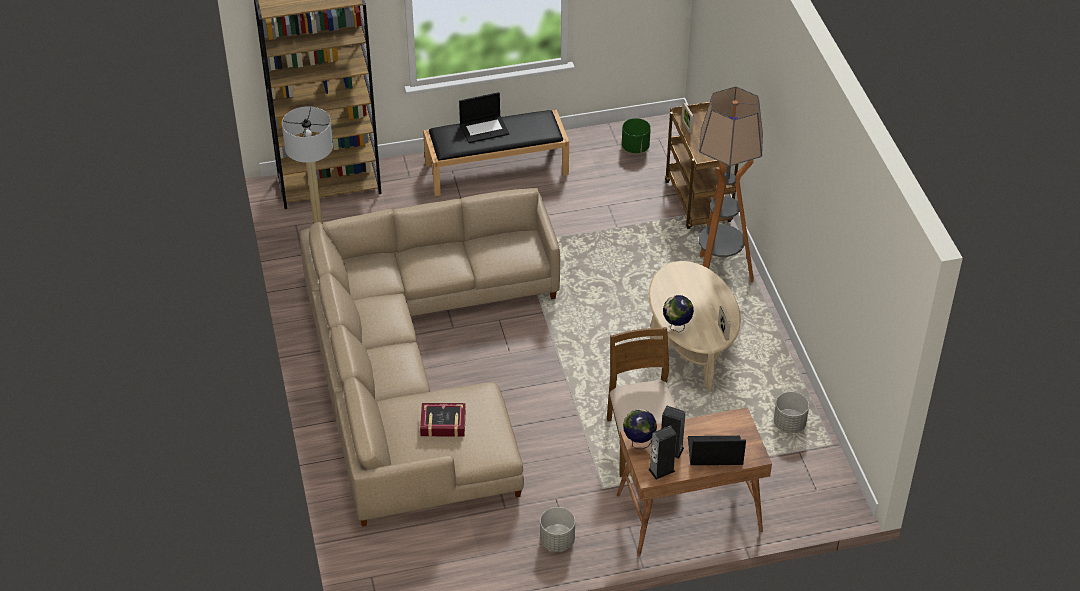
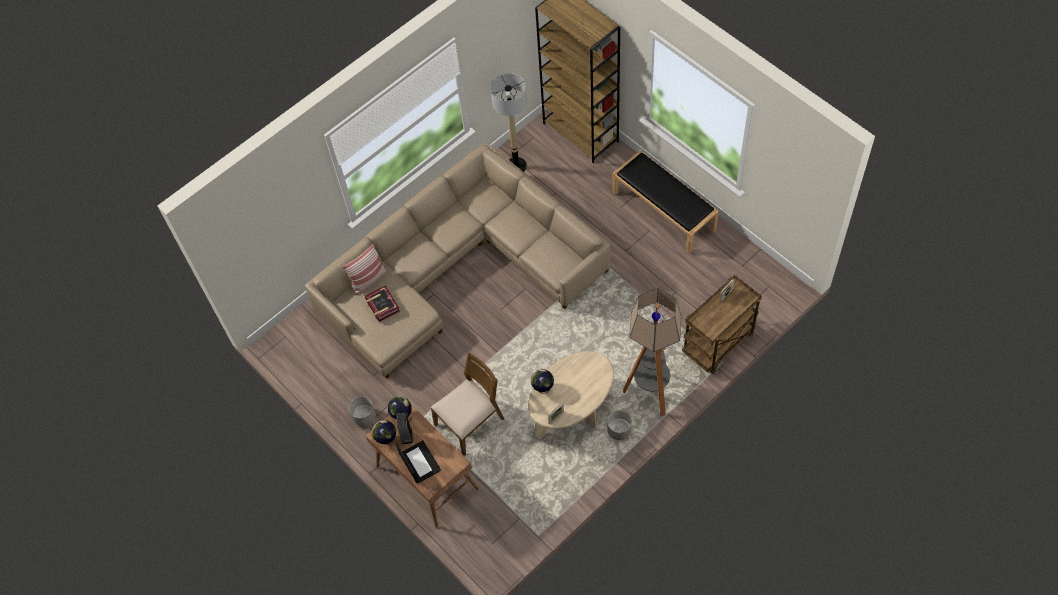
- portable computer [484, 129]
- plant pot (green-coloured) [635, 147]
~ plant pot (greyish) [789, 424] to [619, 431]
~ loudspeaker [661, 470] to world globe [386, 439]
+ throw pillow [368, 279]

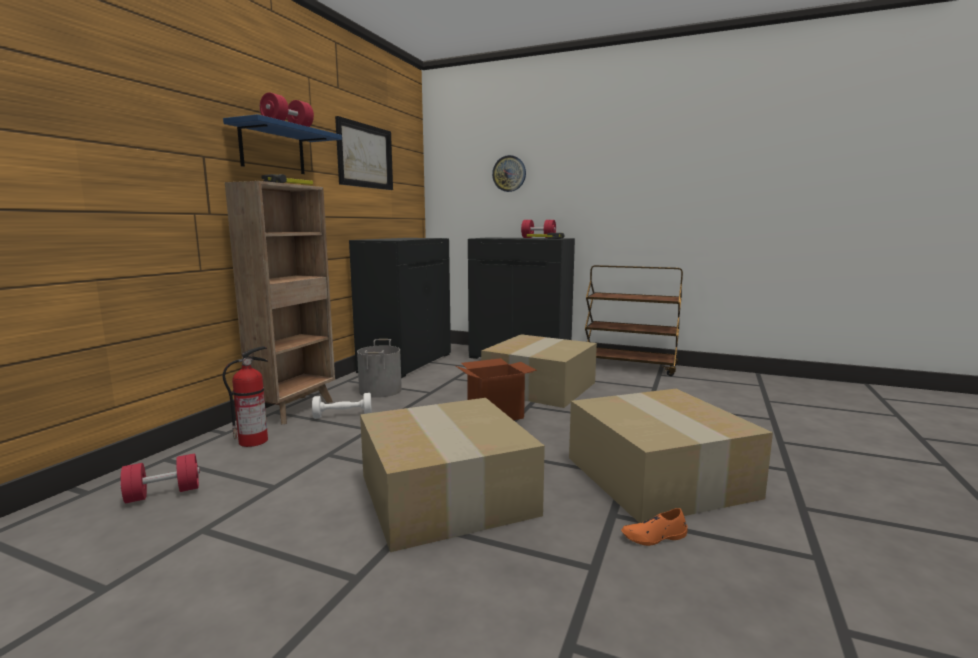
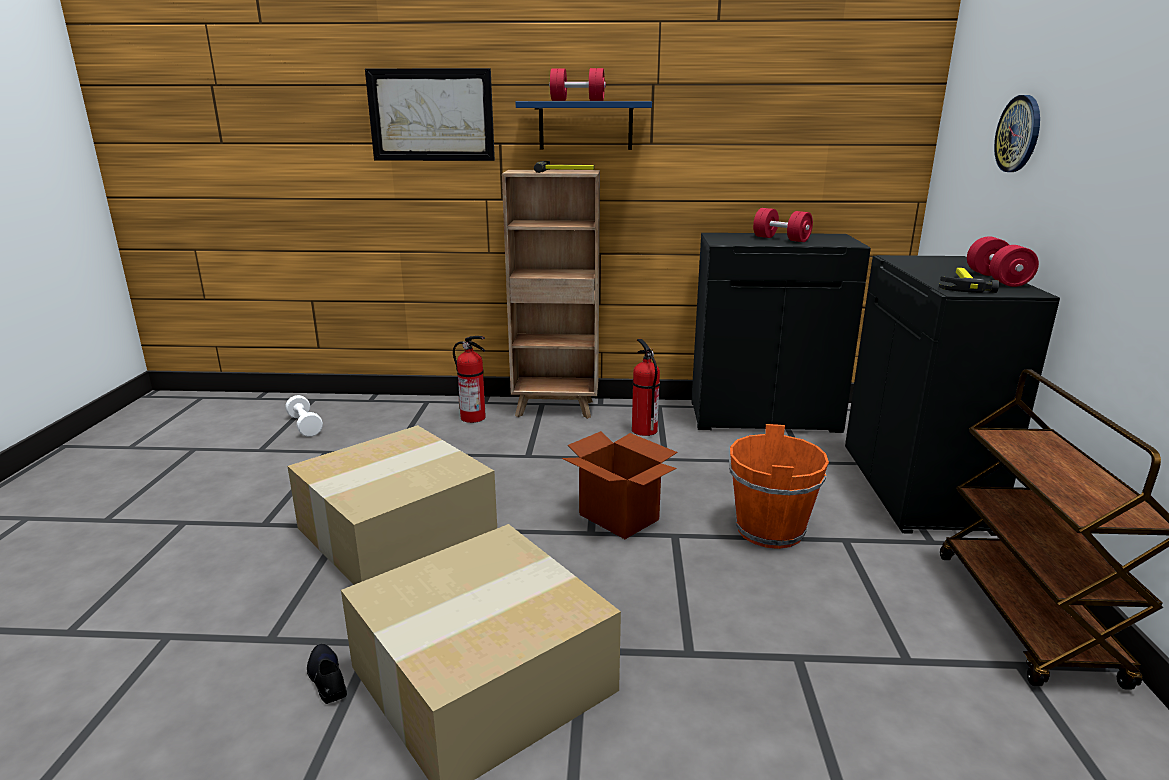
~ wall picture [365, 156] to [431, 115]
~ carton [539, 387] to water bucket (orange) [770, 530]
~ water bucket (greyish) [379, 390] to extinguisher [643, 430]
~ free weight (whitish) [343, 415] to [305, 426]
~ free weight (reddish) [163, 493] to [781, 239]
~ shoe (orange) [654, 536] to shoe (black) [327, 678]

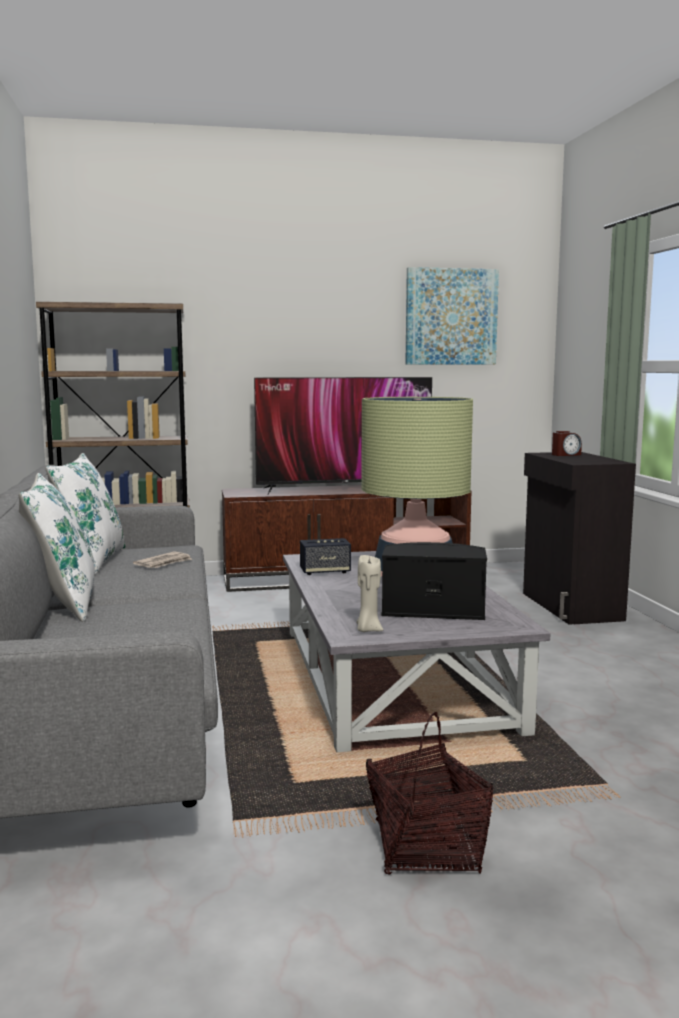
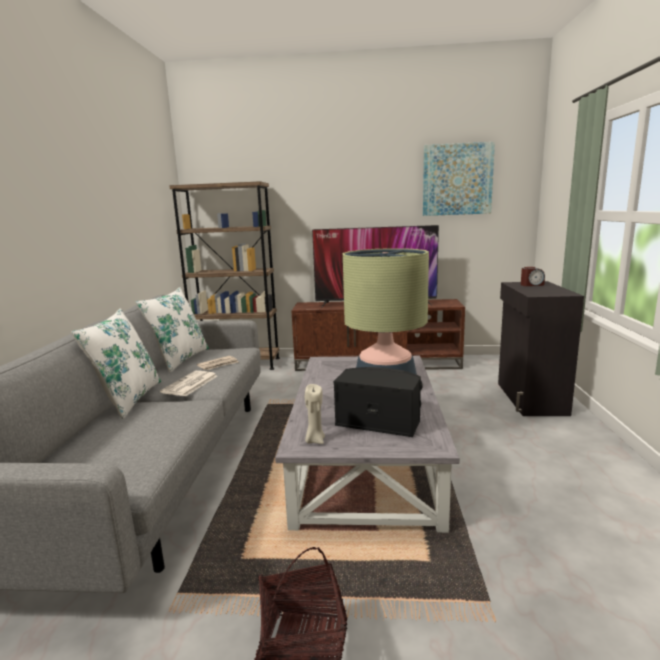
- loudspeaker [325, 572]
+ newspaper [190, 384]

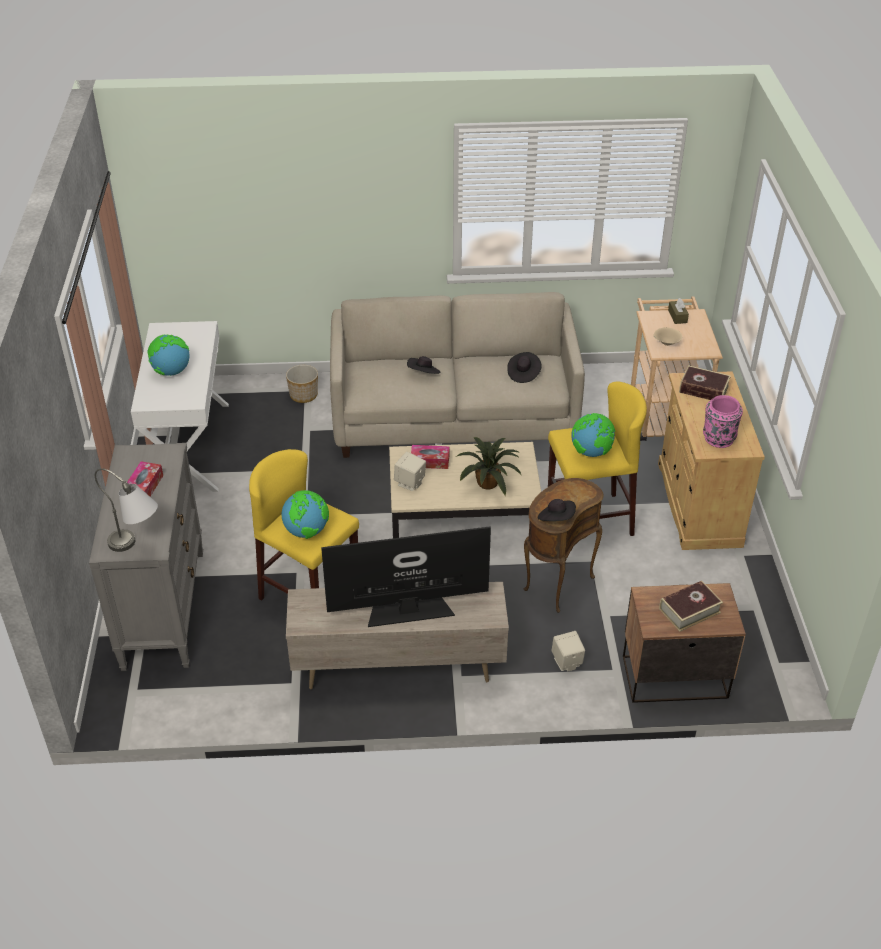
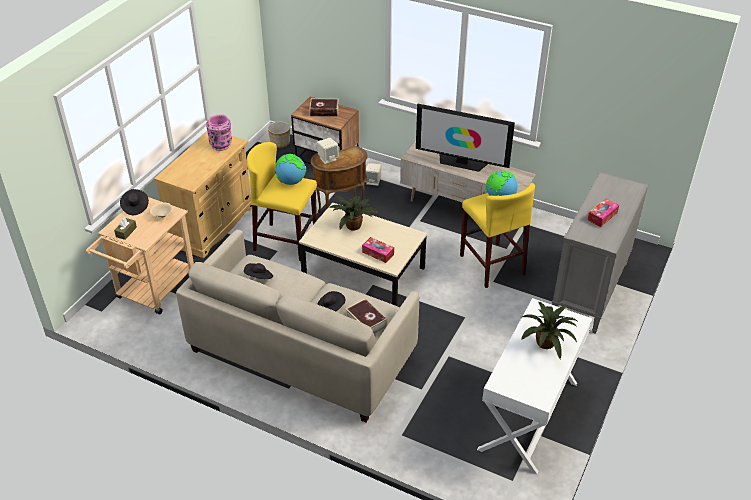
~ world globe [171, 372] to houseplant [546, 344]
~ plant pot [304, 395] to [280, 143]
~ bound book [703, 389] to [366, 321]
~ loudspeaker (sand-coloured) [410, 483] to [328, 159]
- table lamp (greyish) [137, 547]
~ wearable hat (black) [556, 519] to [135, 207]

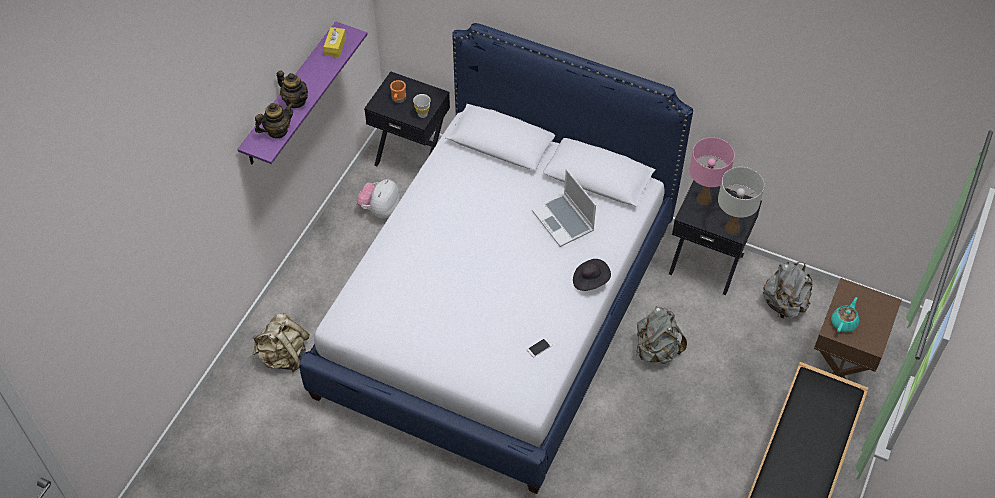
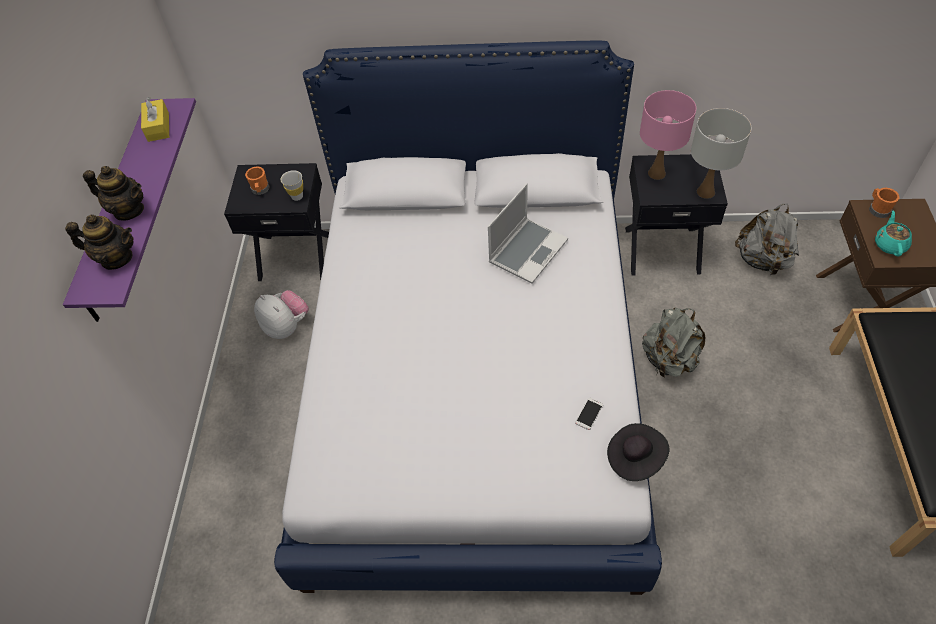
~ pot for tea [277, 131] = [116, 258] 60 degrees clockwise
~ portable computer [564, 221] = [527, 250] 90 degrees counterclockwise
~ plush toy [380, 210] = [286, 326] 135 degrees clockwise
~ wearable hat (black) [590, 280] to [634, 458]
- knapsack (sand-coloured) [284, 356]
+ mug (orange) [877, 209]

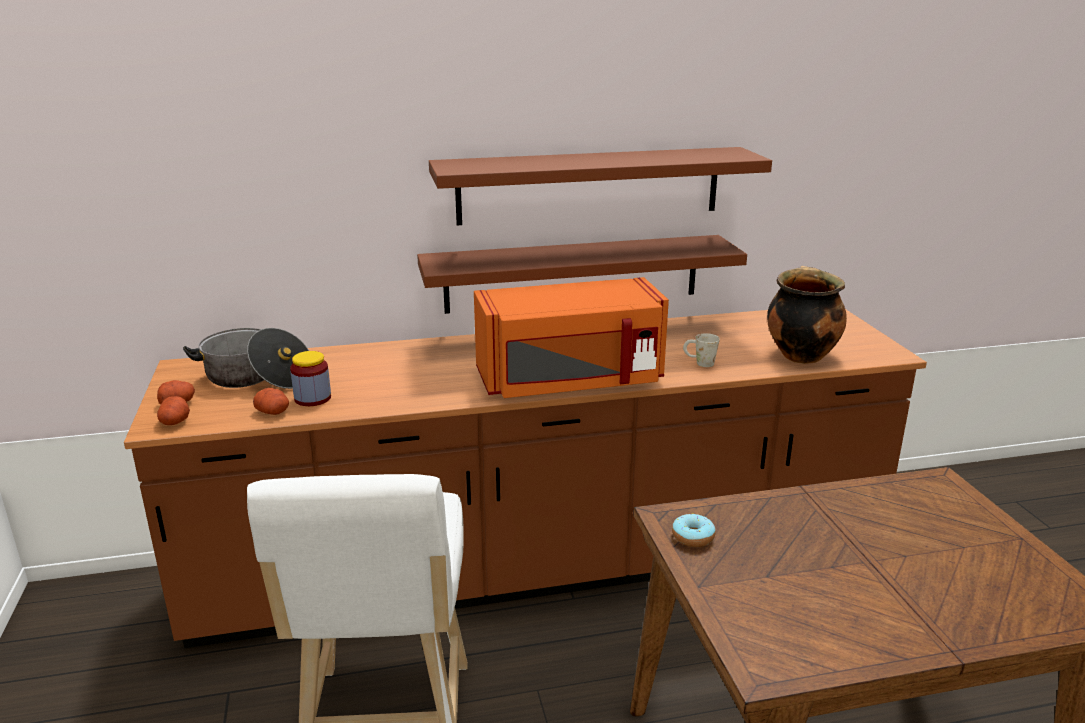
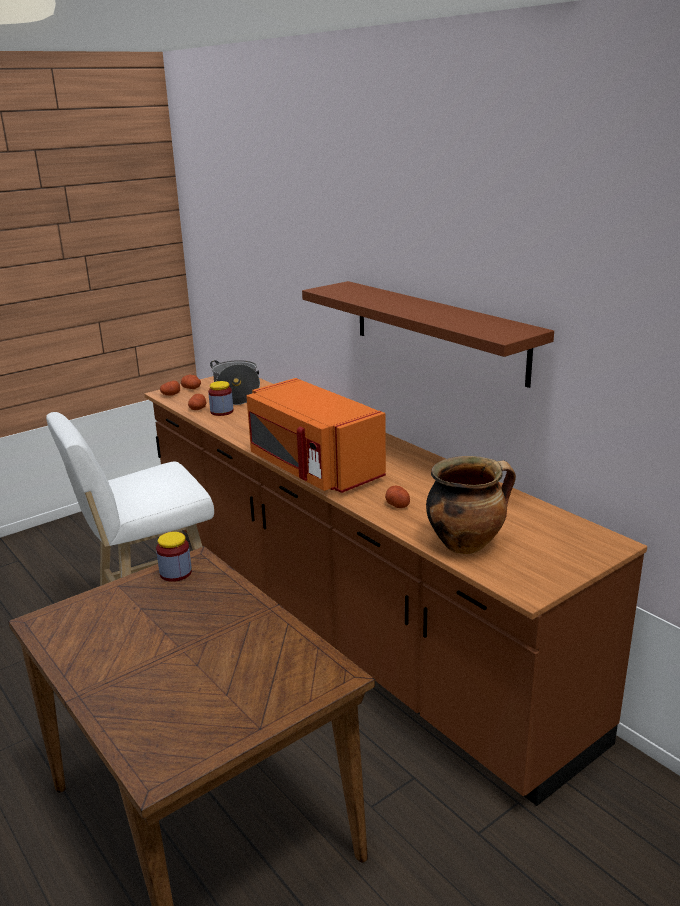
- bracket shelf (brownish) [572, 273]
~ mug (whitish) [699, 363] to potato [397, 504]
~ donut [693, 537] to preserve jar [175, 573]

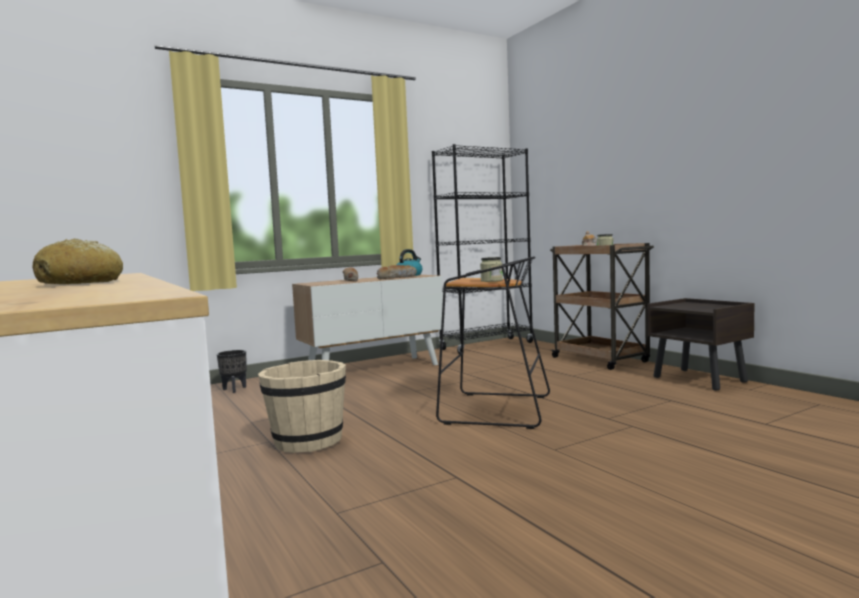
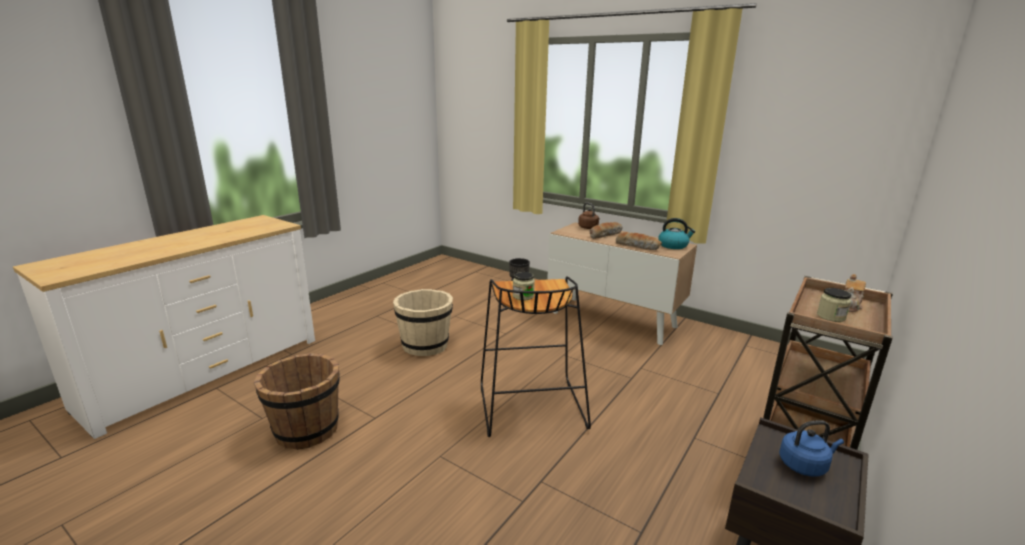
- shelving unit (black) [487, 346]
- bread [81, 283]
+ kettle (brownish) [589, 228]
+ water bucket (brownish) [306, 430]
+ kettle (blue) [804, 465]

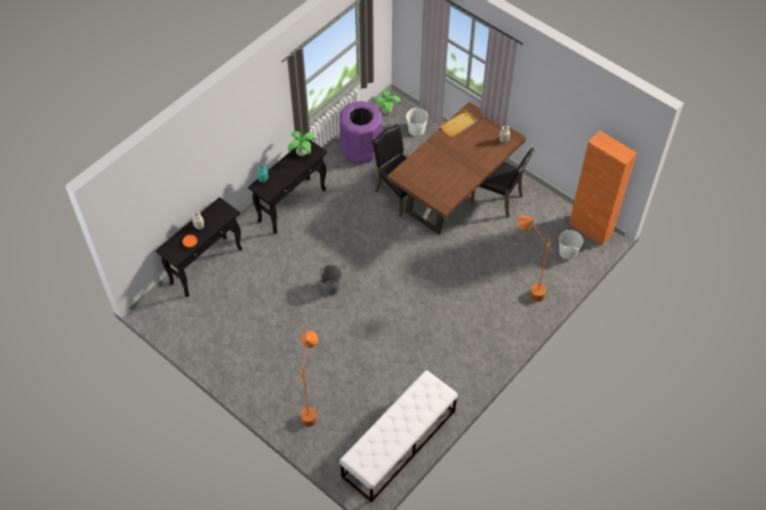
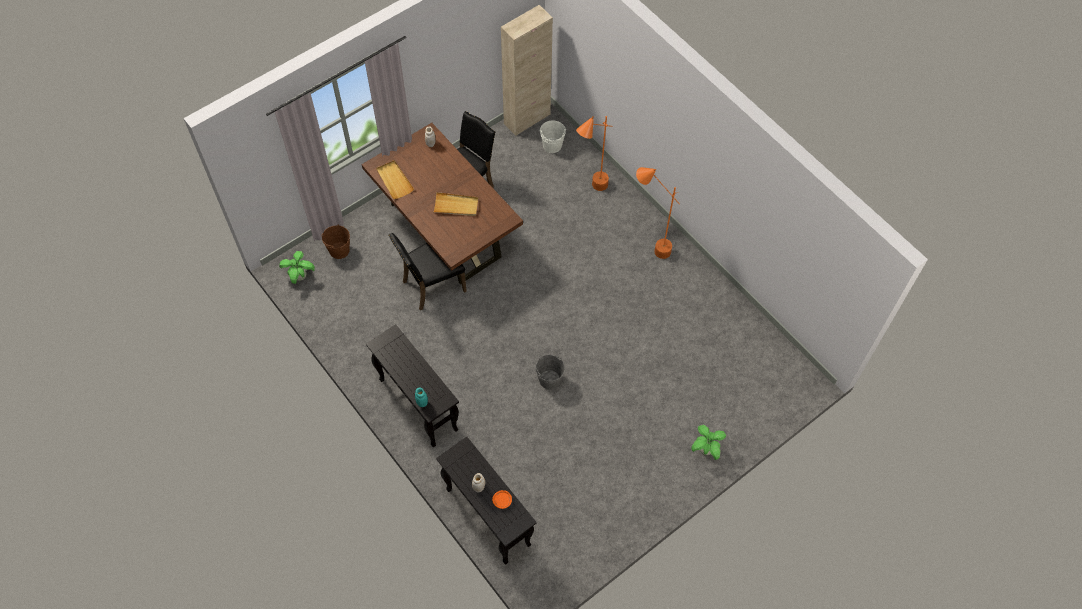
- waste bin (purple) [361, 150]
~ water bucket (whitish) [416, 130] to water bucket (brownish) [339, 250]
~ houseplant [302, 153] to [705, 450]
~ cupboard (orange) [590, 229] to cupboard (sand-coloured) [527, 119]
~ standing lamp (orange) [312, 407] to [649, 247]
- indoor bench (whitish) [399, 444]
+ tray (sand-coloured) [456, 206]

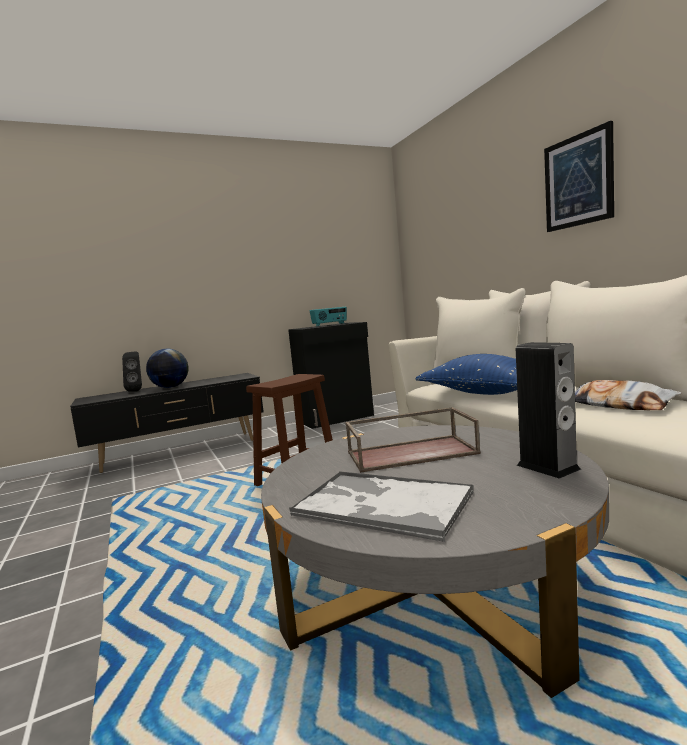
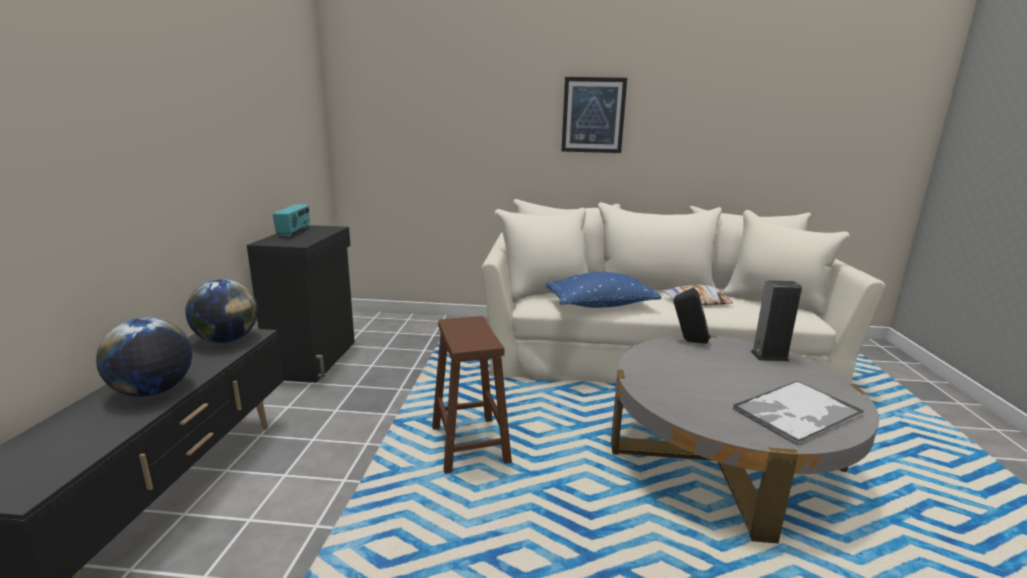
~ loudspeaker (black) [136, 391] to [688, 341]
- tray (brownish) [412, 452]
+ world globe [227, 340]

